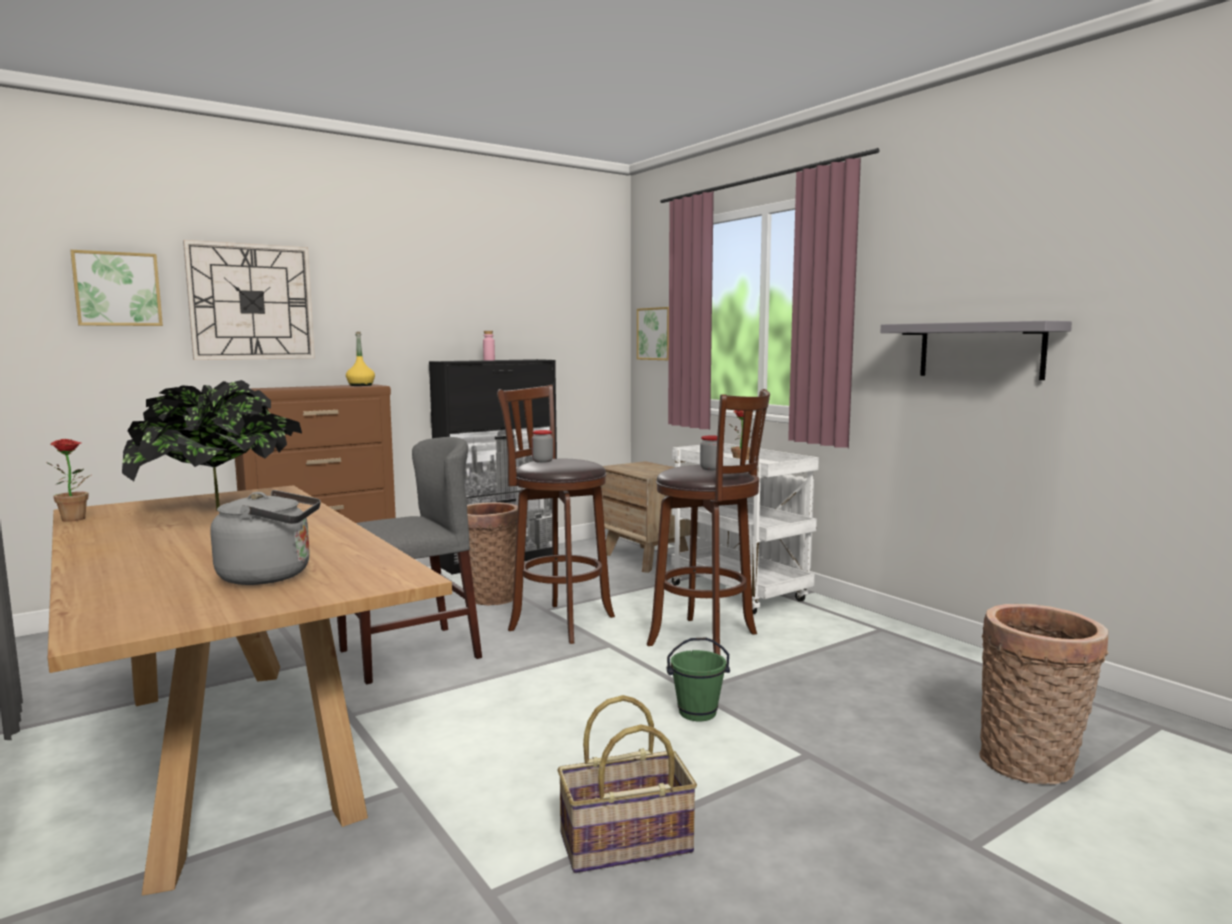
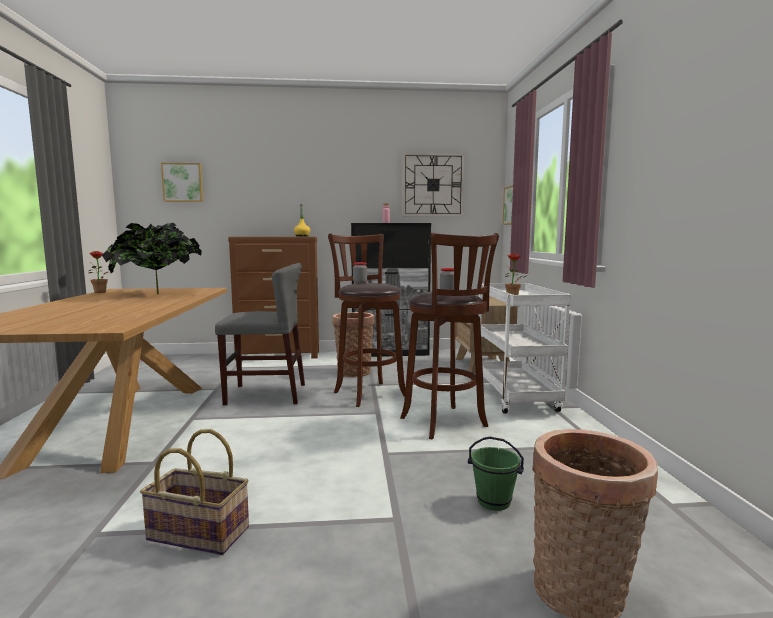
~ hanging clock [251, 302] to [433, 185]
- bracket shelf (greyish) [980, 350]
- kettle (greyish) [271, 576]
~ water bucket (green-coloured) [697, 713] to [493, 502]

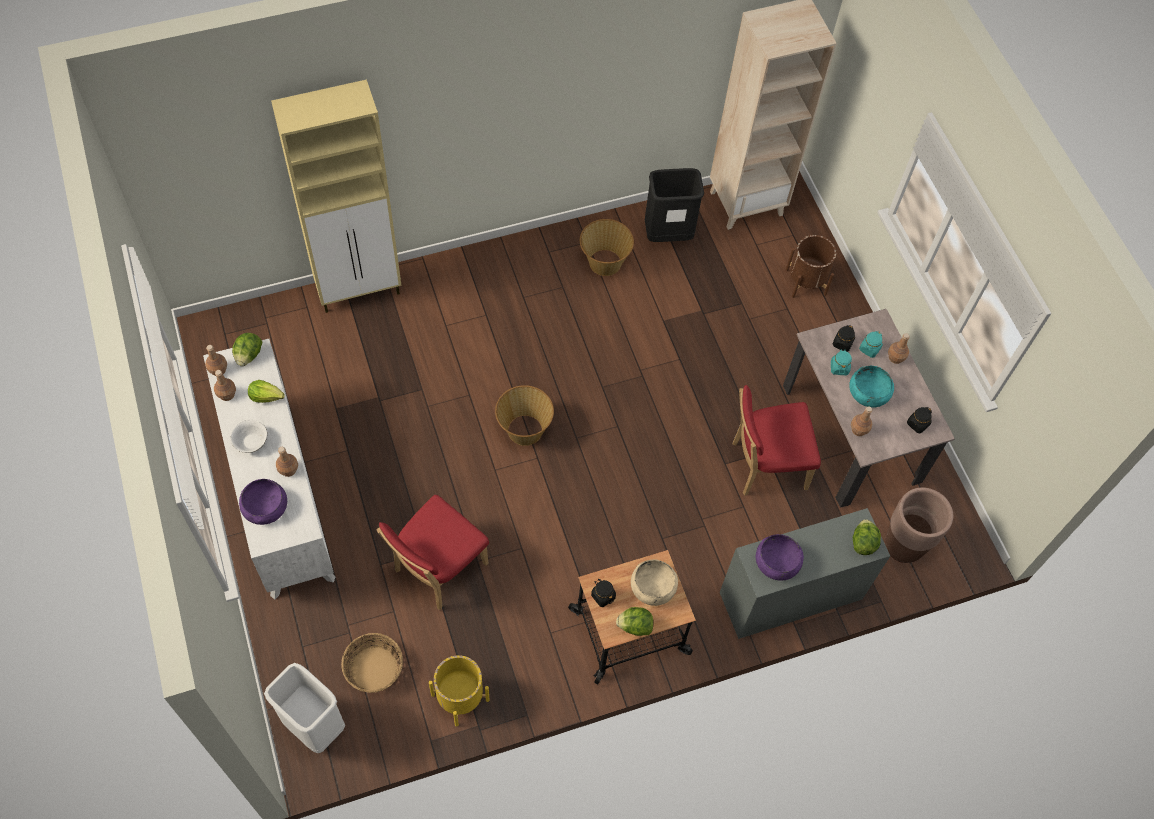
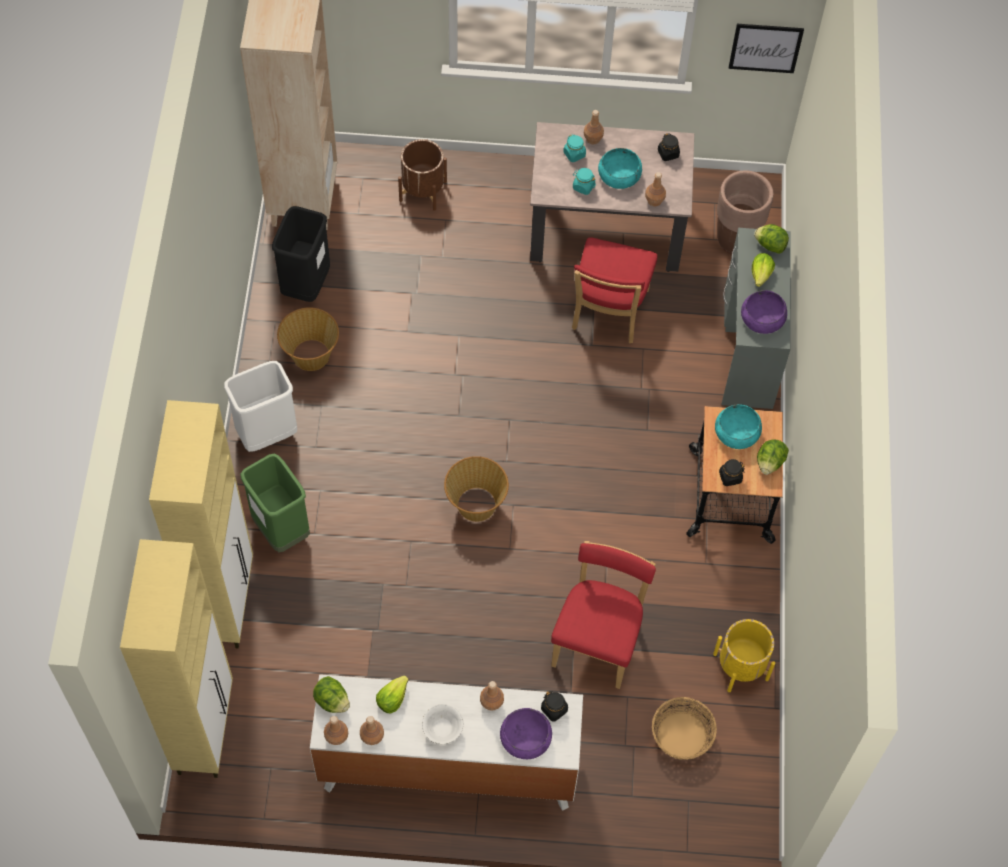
~ preserve jar (black) [842, 343] to [554, 709]
~ chair (reddish) [437, 569] = [598, 641] 135 degrees counterclockwise
~ serving bowl (sand-coloured) [653, 586] to serving bowl (turquoise-coloured) [736, 432]
~ waste bin (whitish) [314, 726] to [267, 435]
+ wall picture [765, 48]
+ lettuce head [761, 275]
+ waste bin (green-coloured) [281, 529]
+ cupboard (sand-coloured) [205, 729]

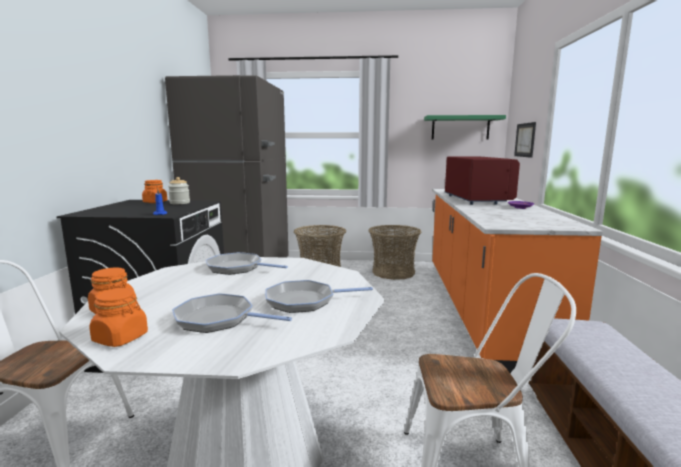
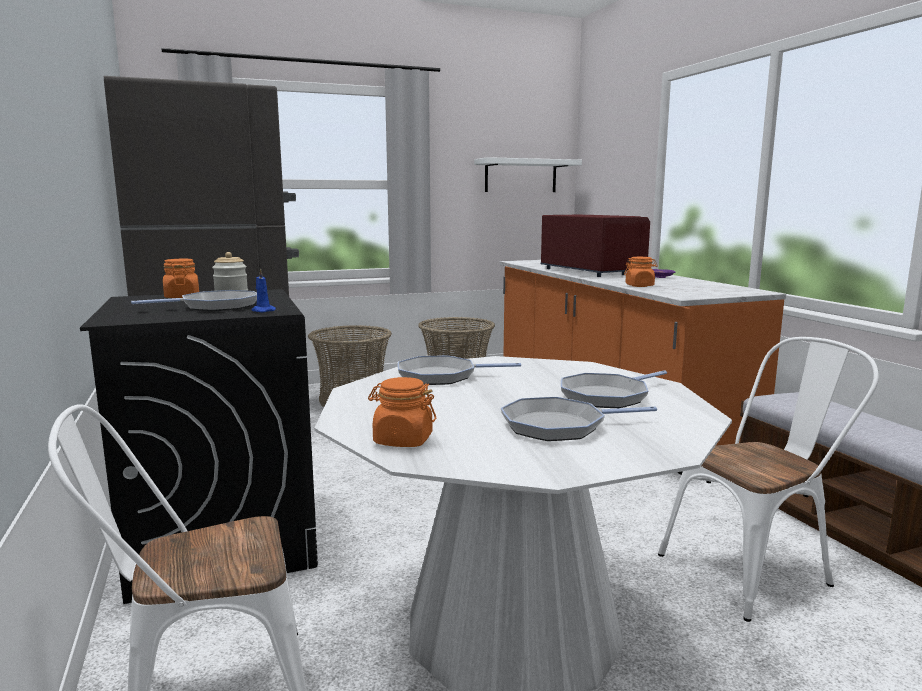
~ bracket shelf (green-coloured) [460, 128] to bracket shelf (whitish) [520, 176]
- wall picture [525, 140]
~ preserve jar (orange) [121, 338] to [639, 286]
+ frying pan [215, 306]

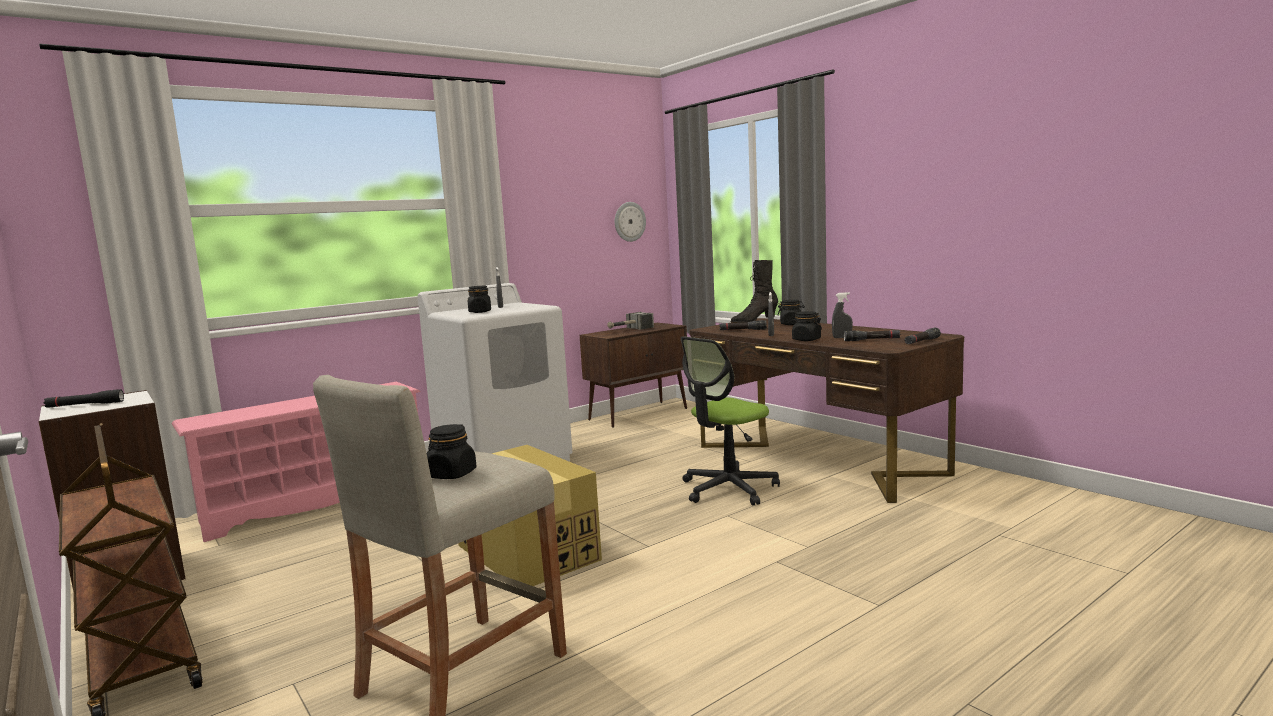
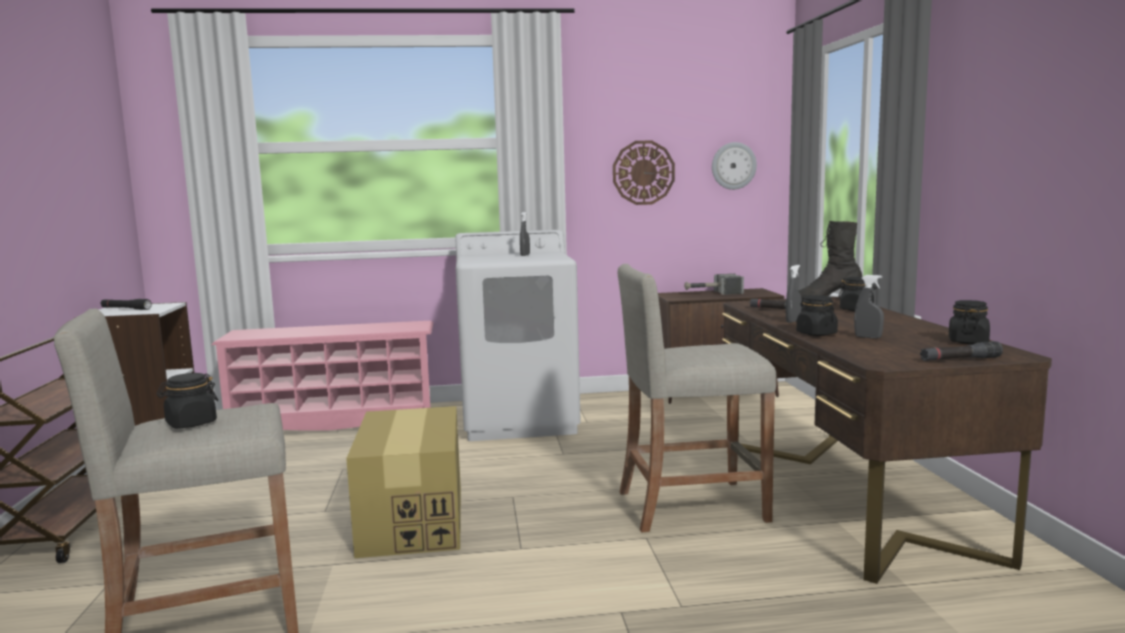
~ preserve jar (black) [480, 312] to [967, 341]
- hand torch (black) [871, 340]
~ desk chair [728, 489] to stool (sand-coloured) [691, 506]
+ hanging clock [643, 172]

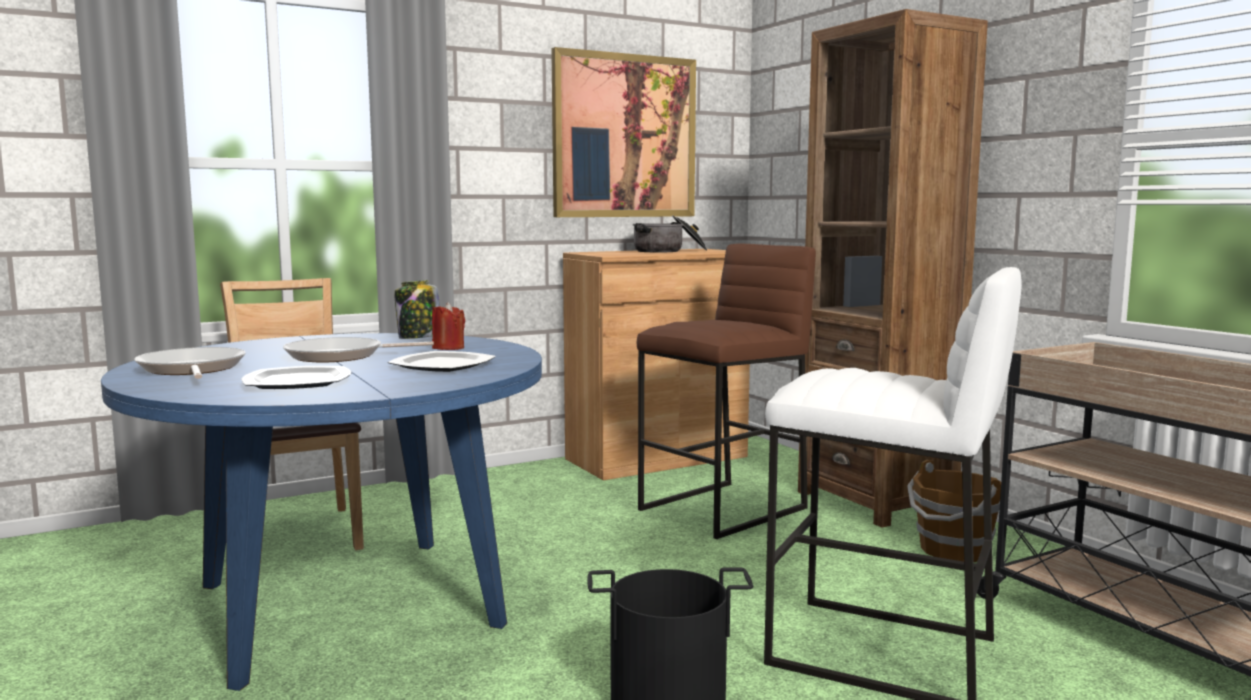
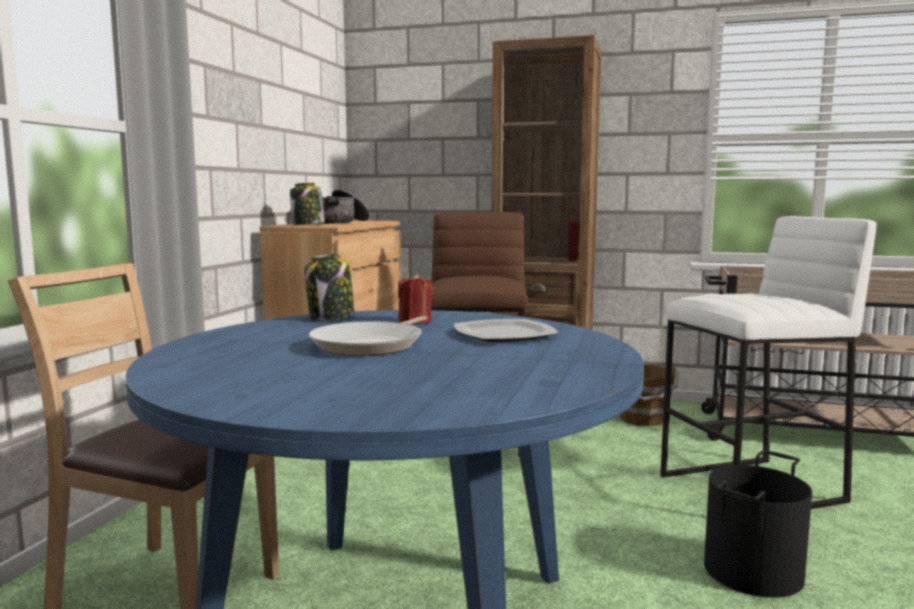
- wall picture [624, 136]
- frying pan [191, 369]
- flat dish [298, 382]
+ preserve jar [308, 225]

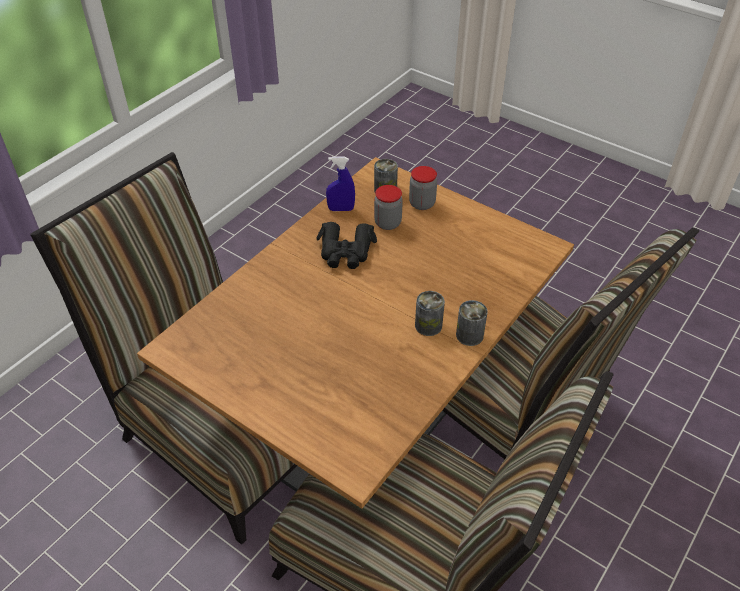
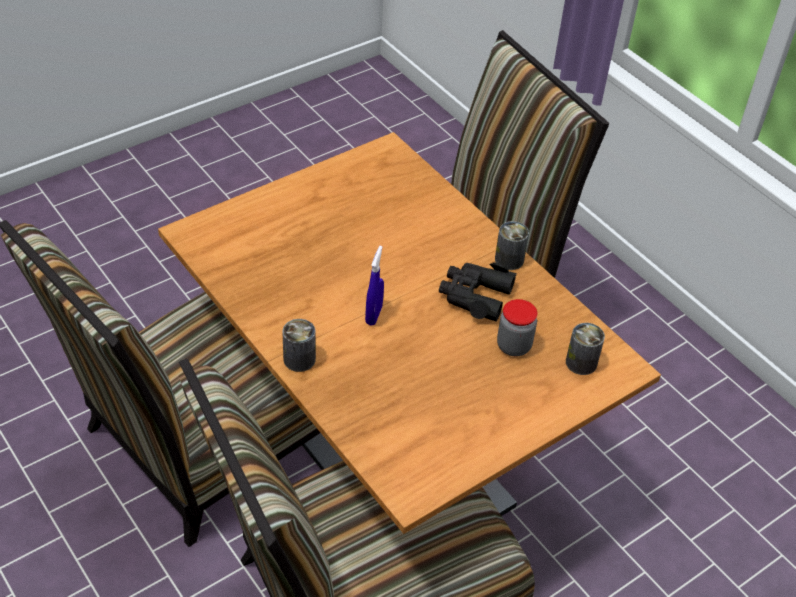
~ sprayer (blue) [341, 209] to [374, 315]
- preserve jar [422, 204]
~ can [428, 325] to [509, 259]

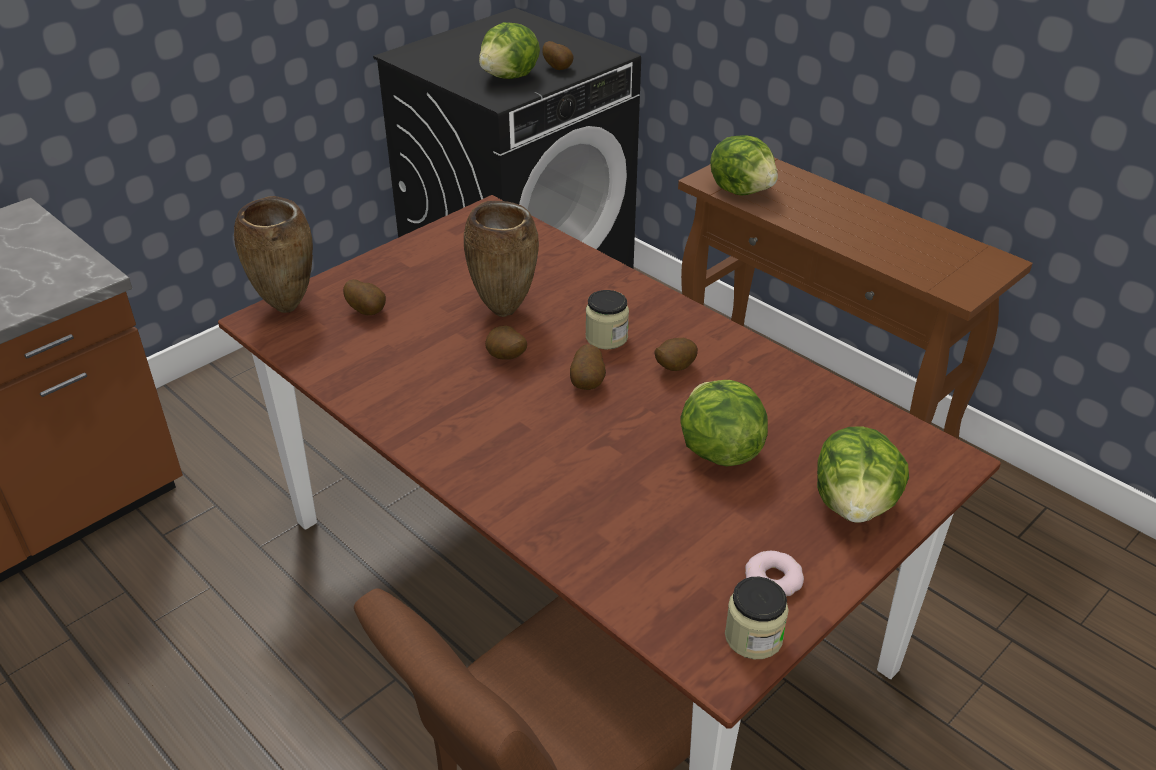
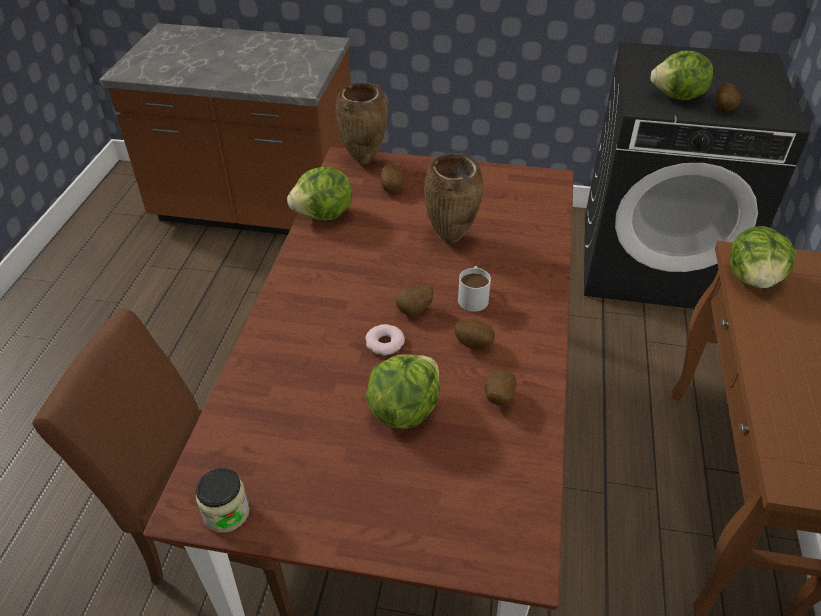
~ preserve jar [606, 337] to mug (whitish) [473, 296]
~ potato [506, 358] to [498, 399]
~ lettuce head [854, 505] to [324, 215]
~ donut [773, 579] to [385, 343]

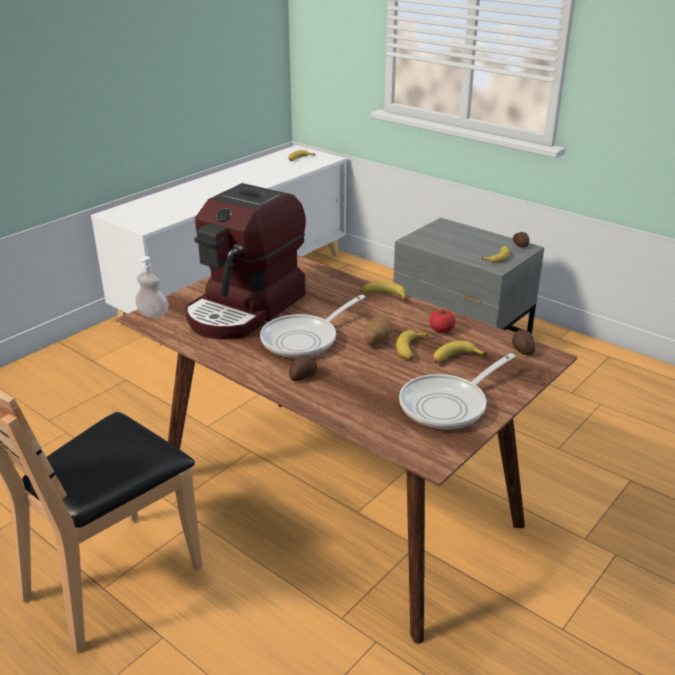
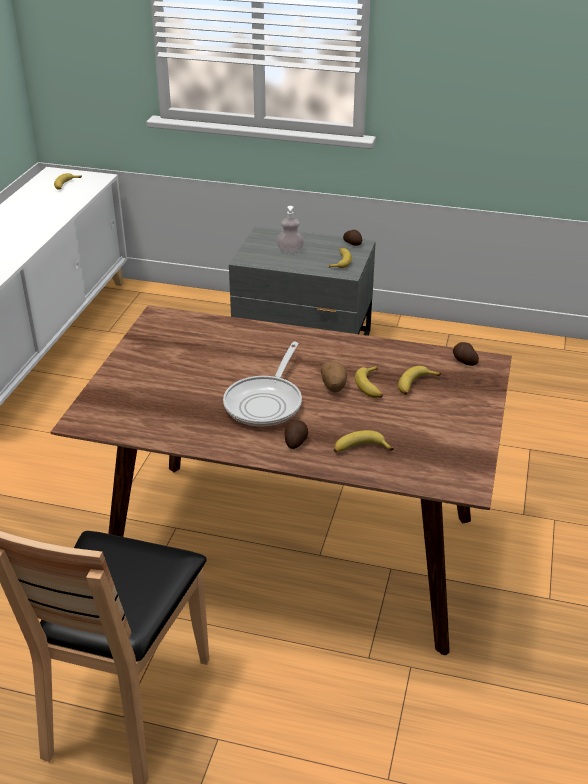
- coffee brewer [246, 309]
~ liquid soap bottle [153, 314] to [290, 250]
~ whole banana [383, 296] to [360, 449]
- whole tomato [441, 330]
- frying pan [448, 405]

